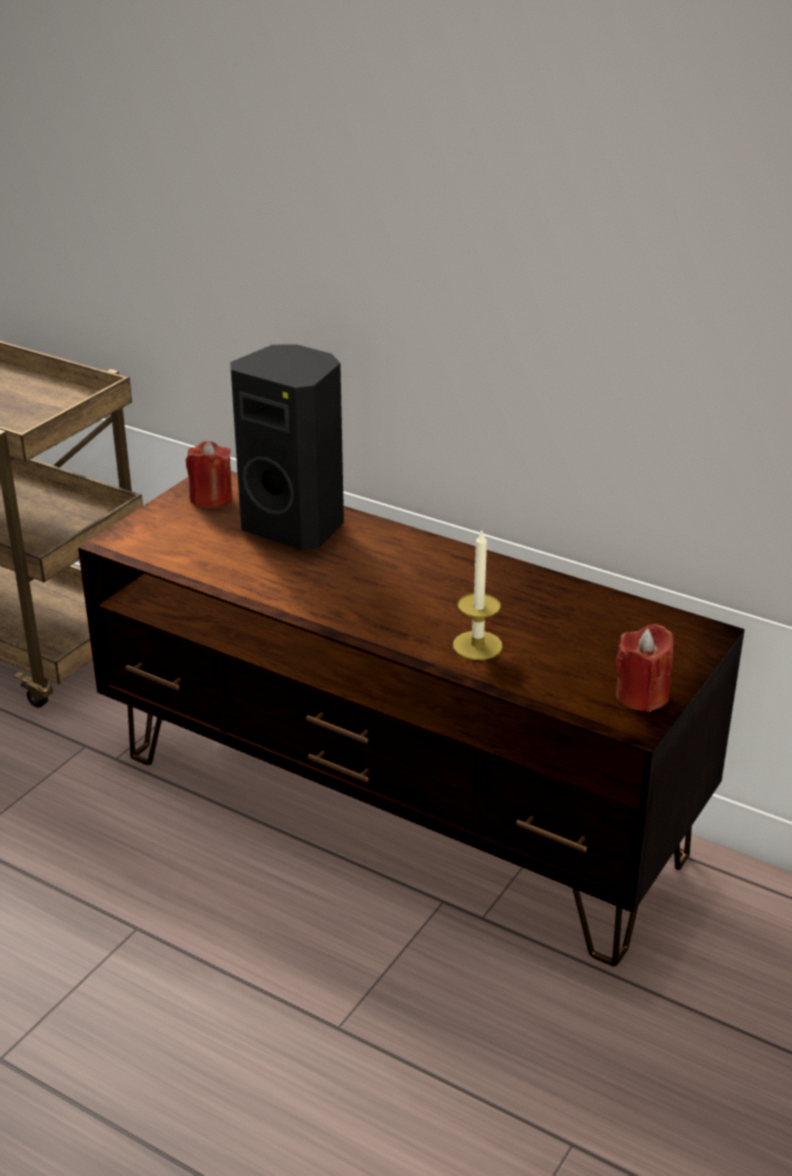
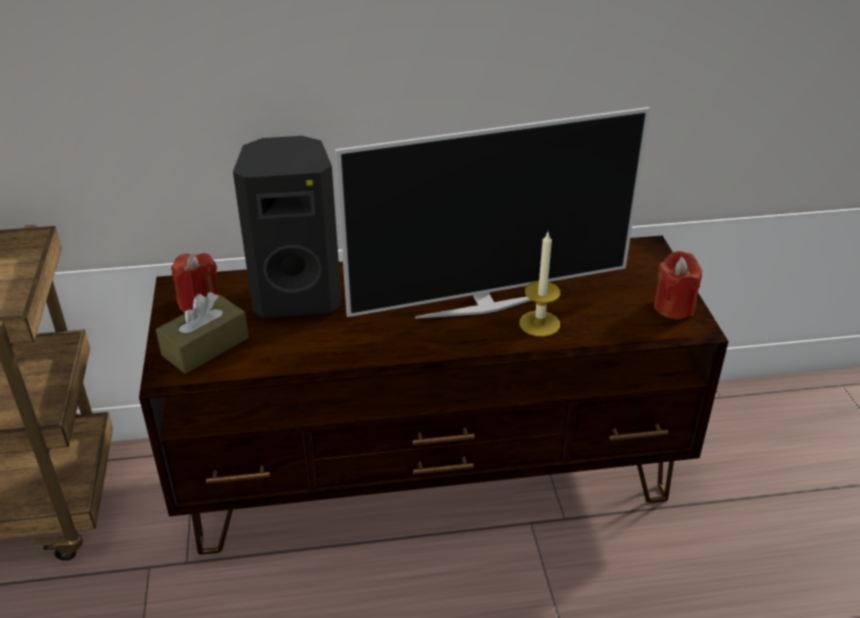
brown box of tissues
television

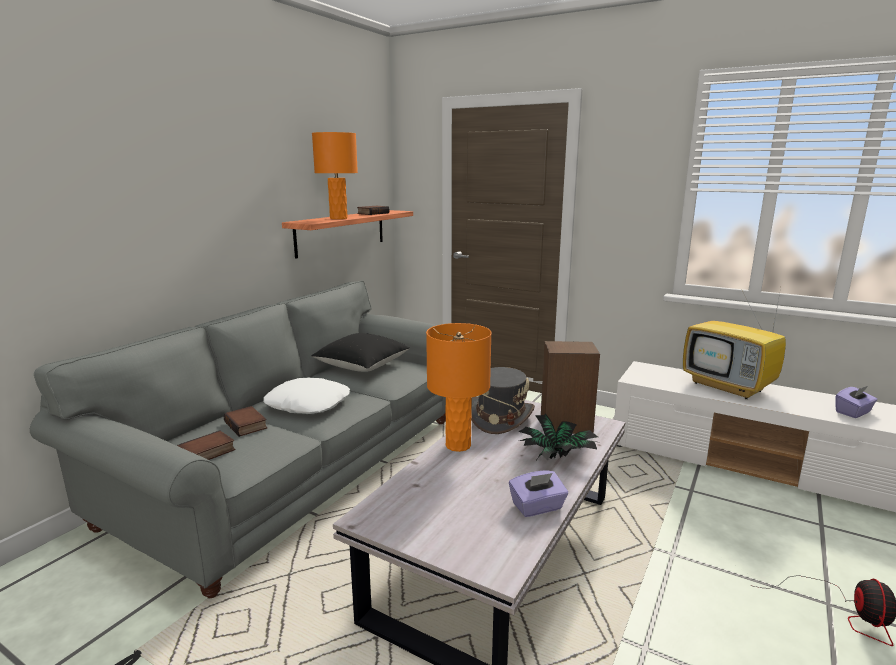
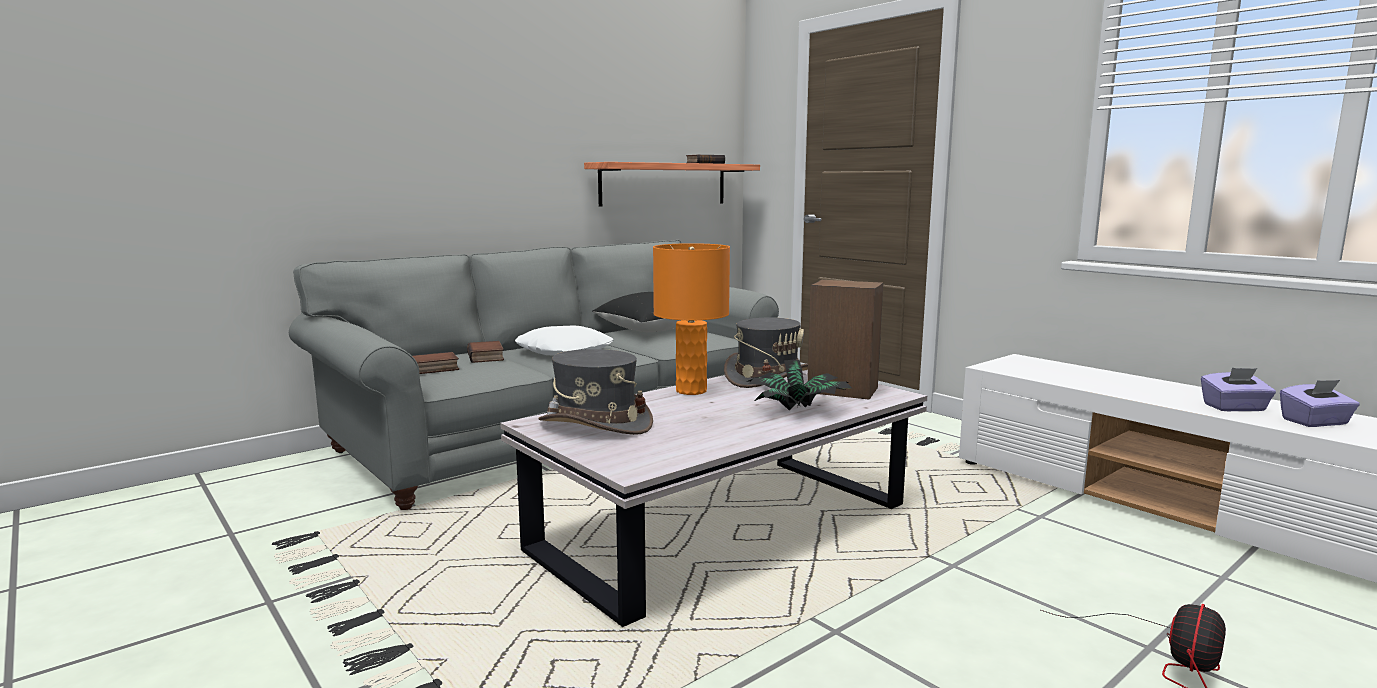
orange-coloured table lamp (1st from left in the first image)
television
greyish clothing hat (1st from left)
purplish box of tissues (1st from left)

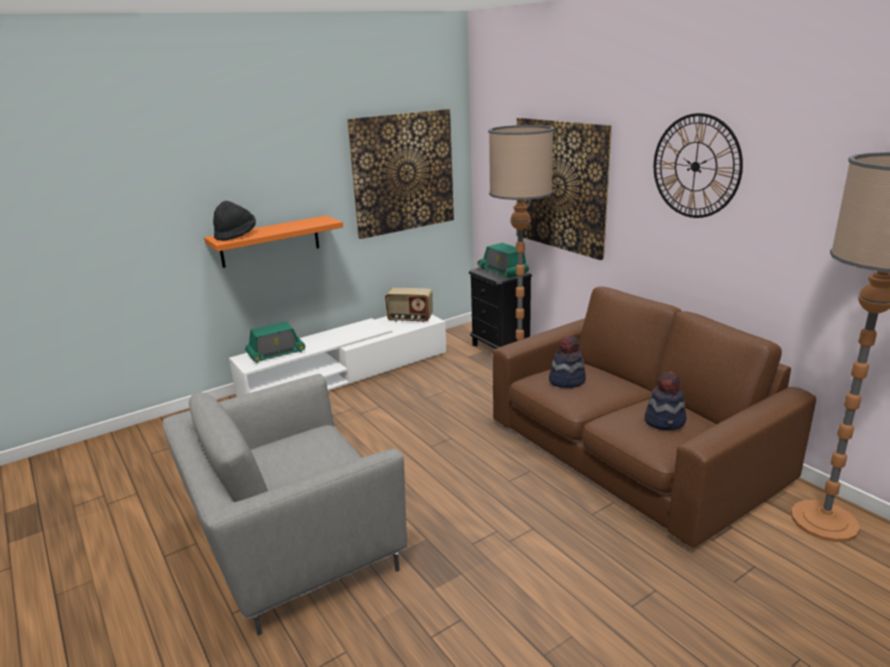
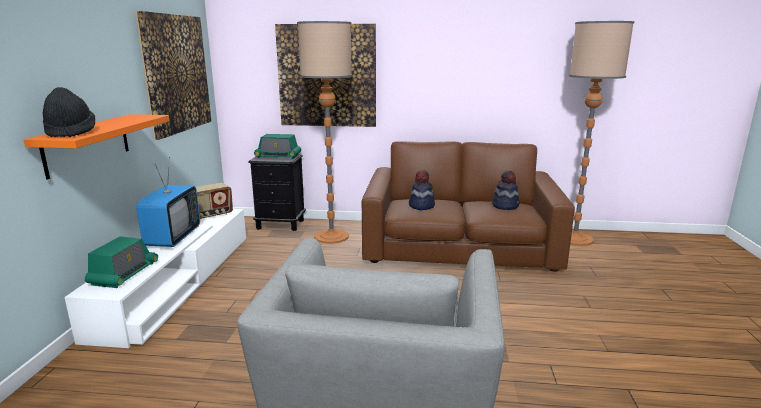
wall clock
television

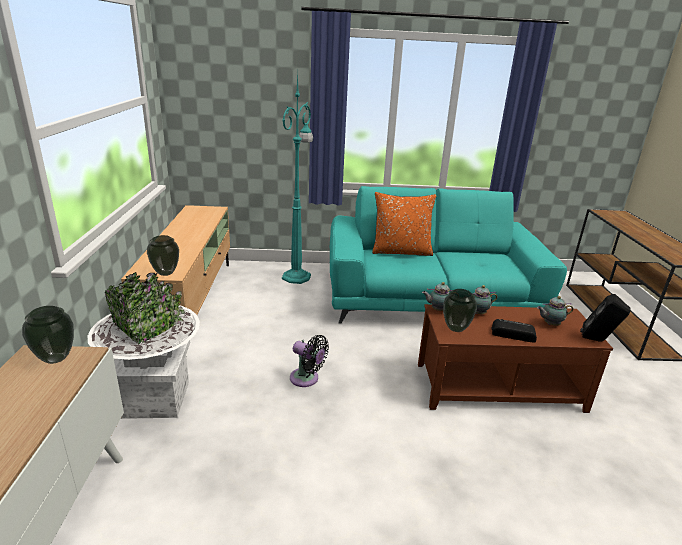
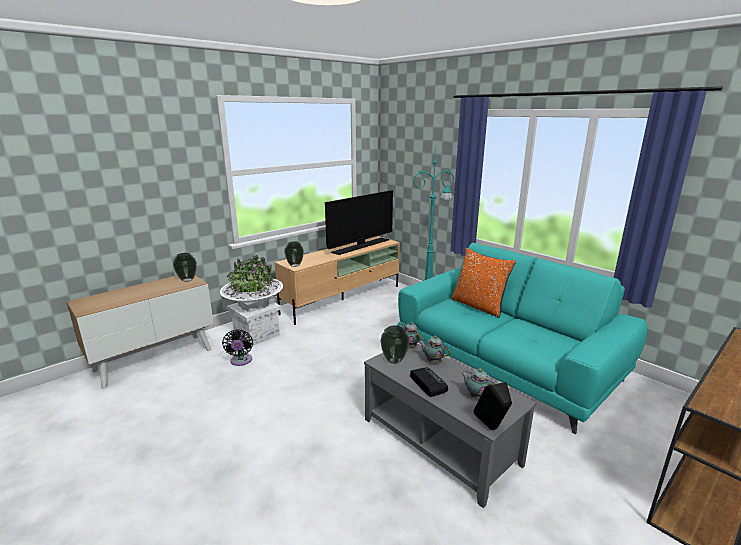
television
blackish fan
greyish low table

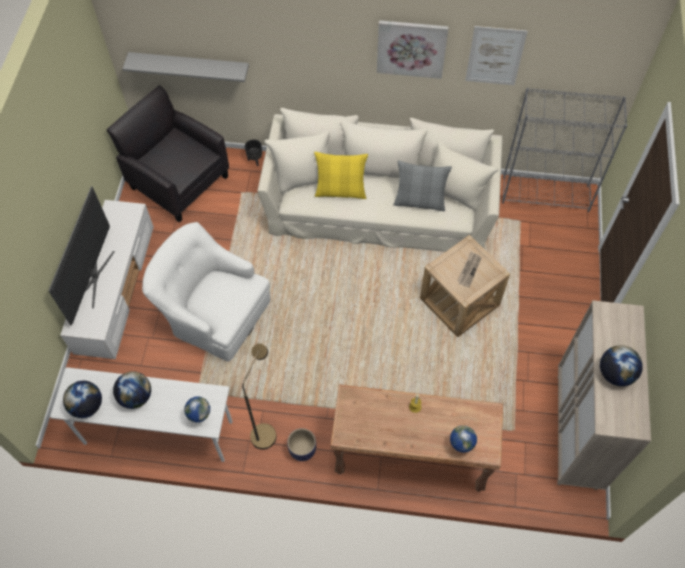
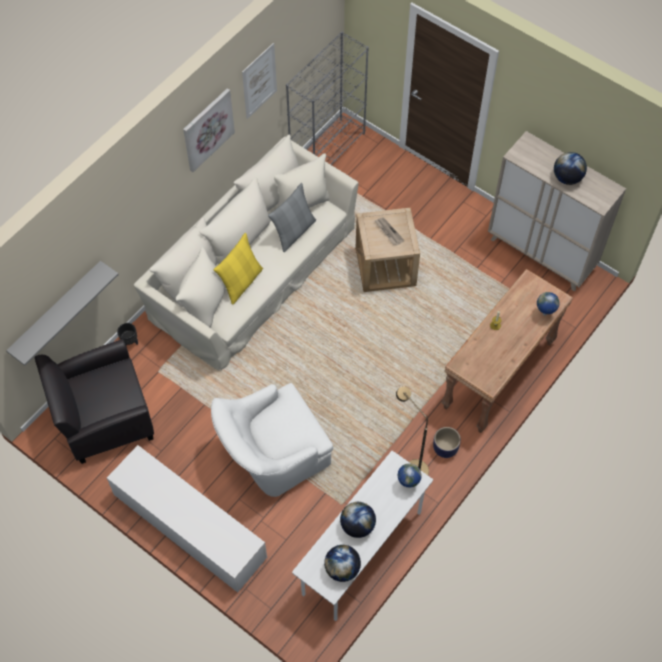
television

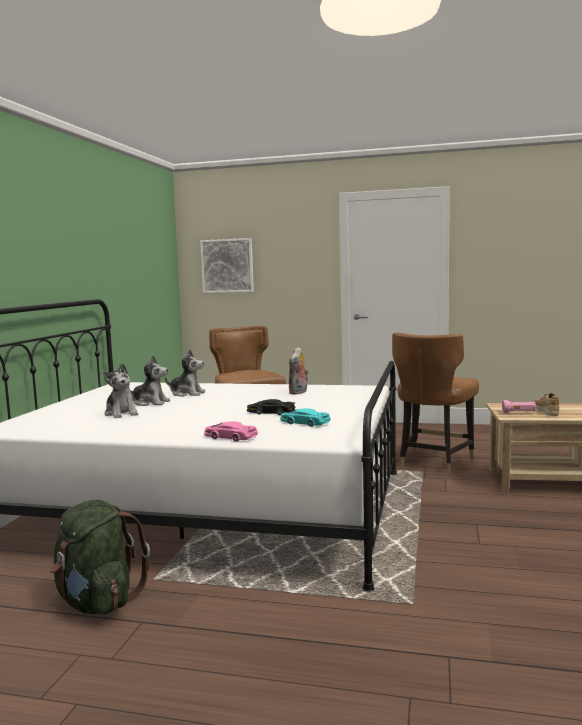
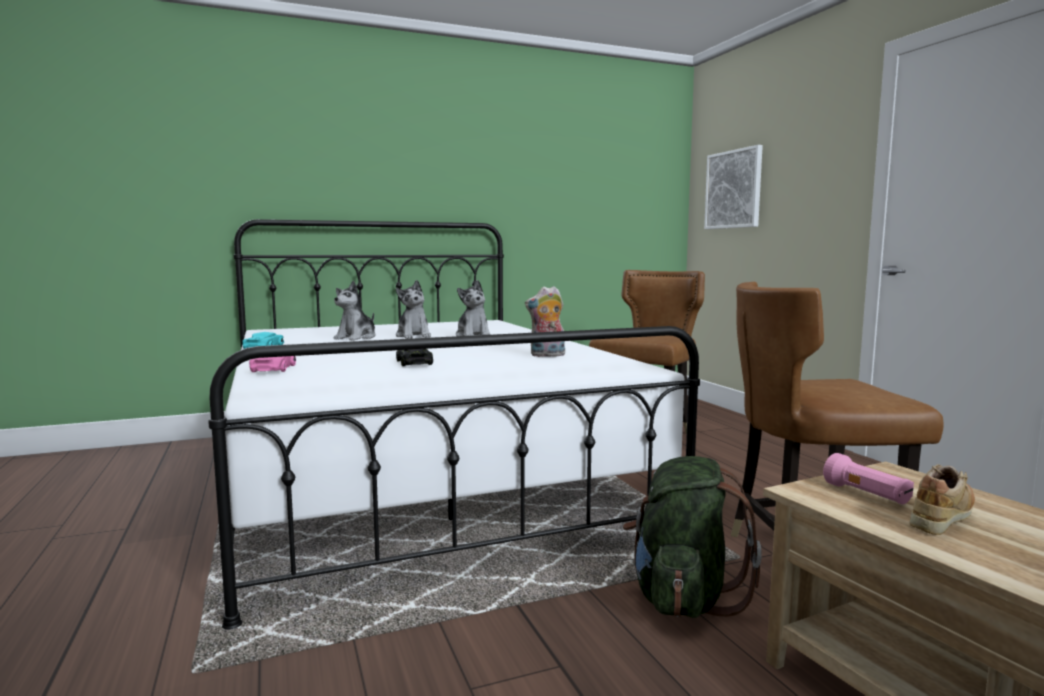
green-coloured rucksack
blue-green model car

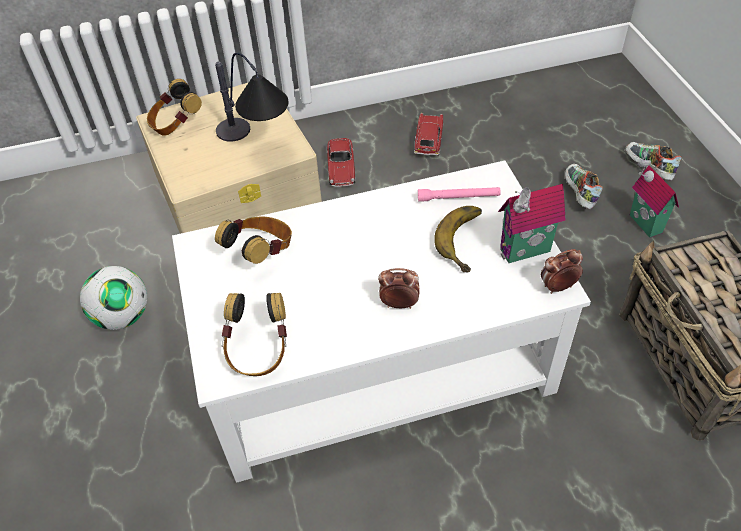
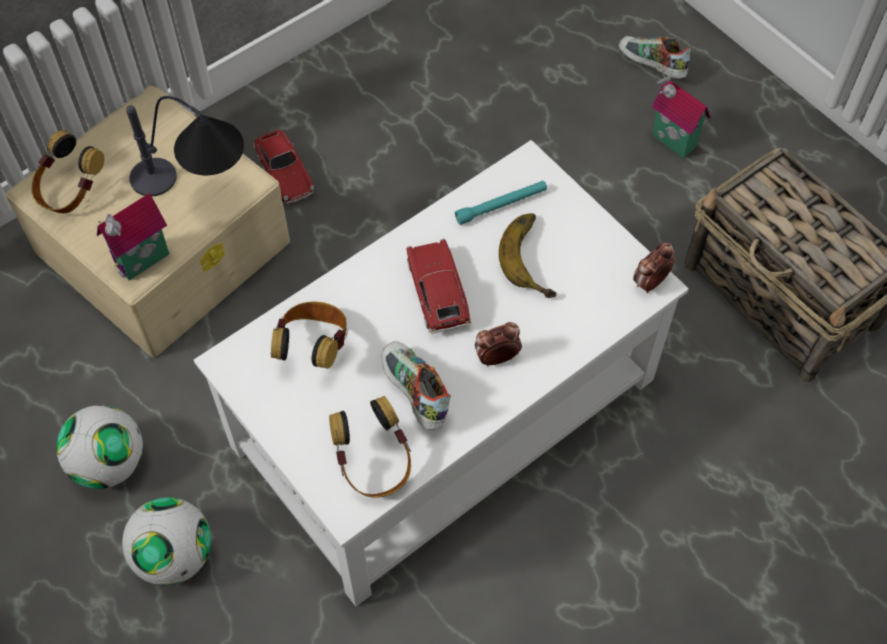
football (2nd from left)
model car (2nd from left)
toy house (1st from left)
low shoe (1st from left)
blue-green hand torch

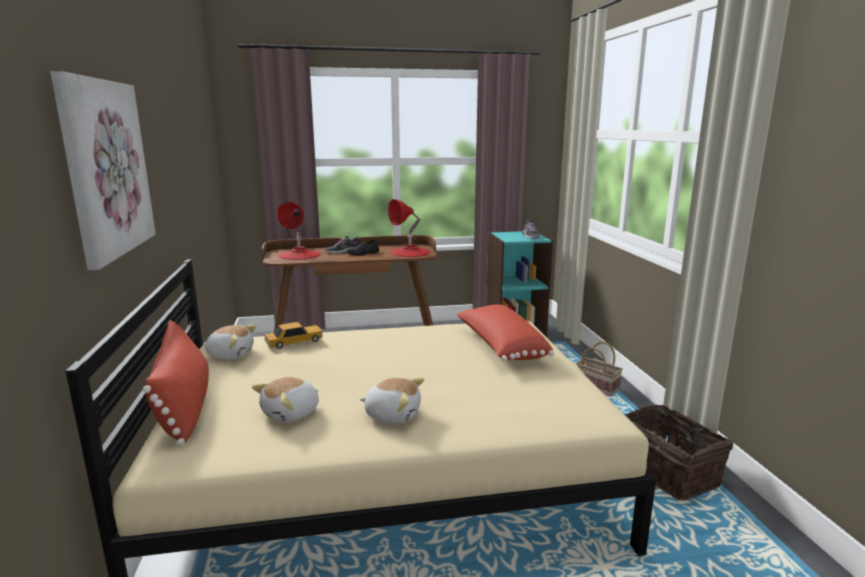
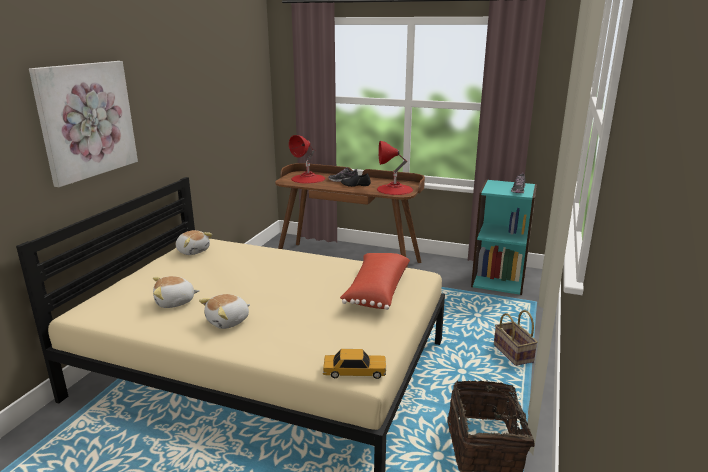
red-coloured pillow (1st from left in the first image)
model car
cuddly toy (3rd from left)

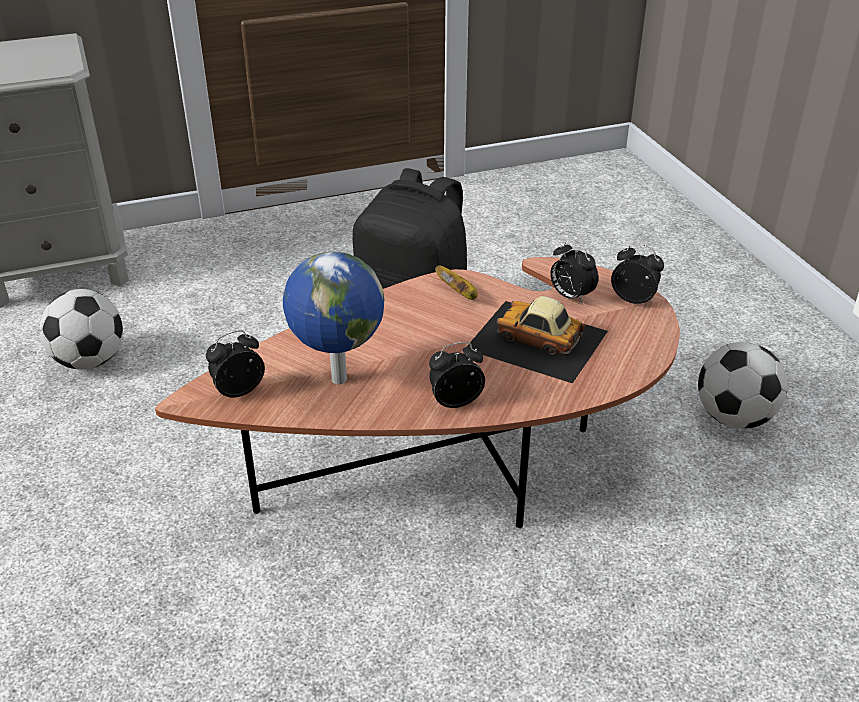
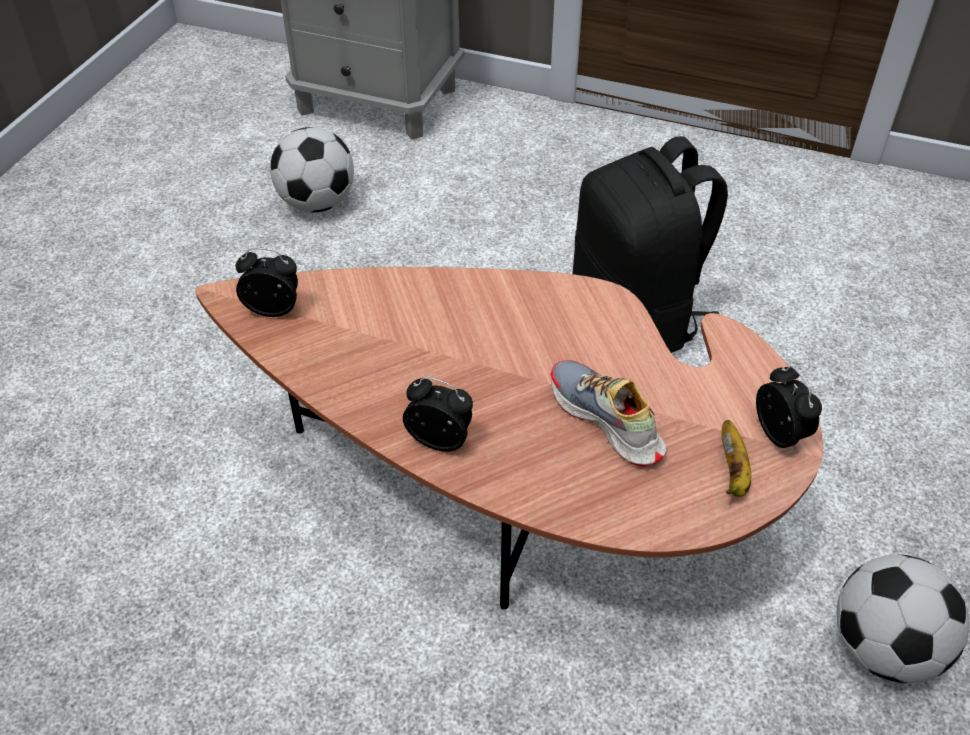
globe
alarm clock (3rd from left in the first image)
banana fruit
low shoe

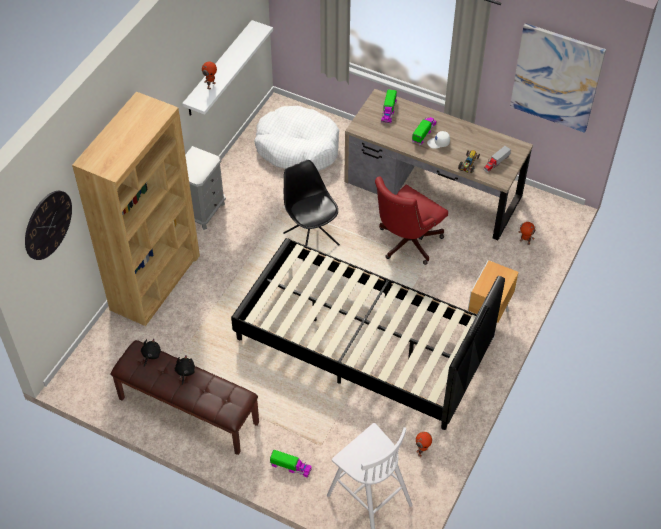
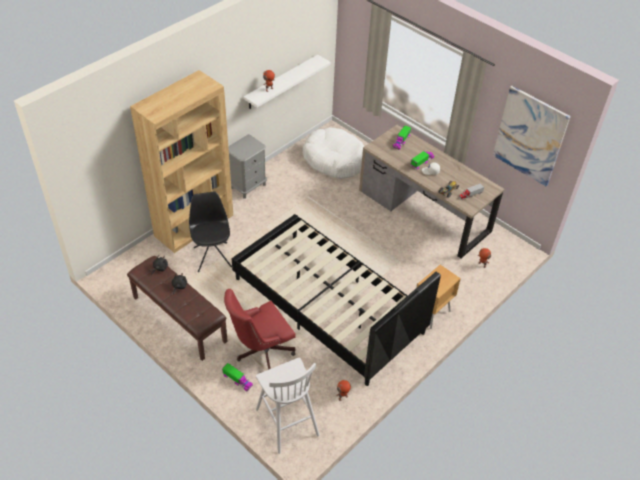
wall clock
blackish chair
red-coloured office chair

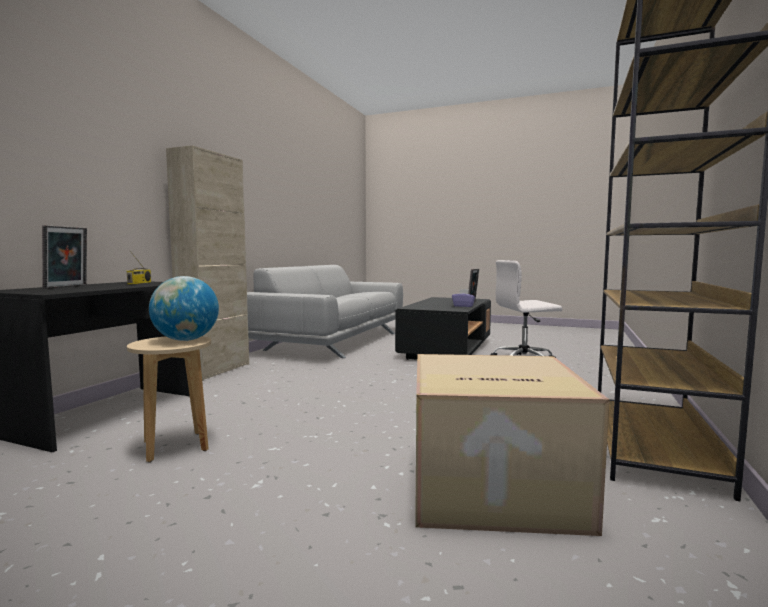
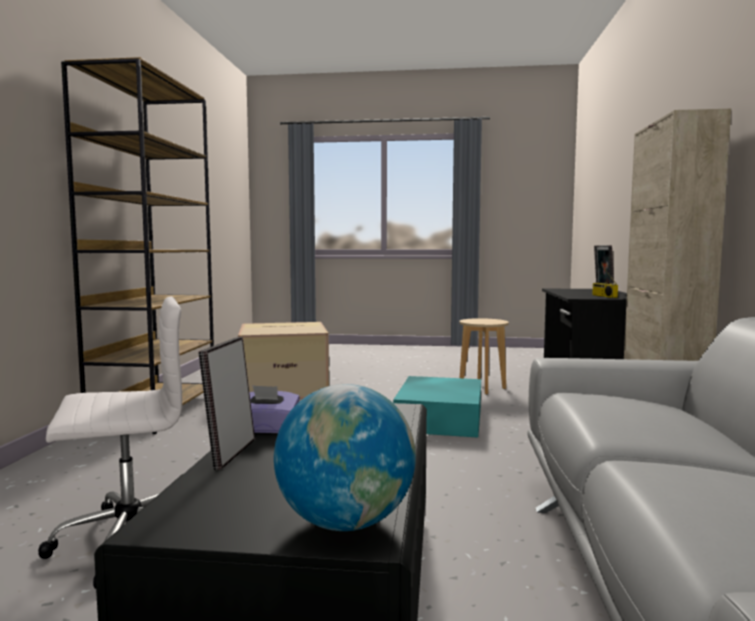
blue-green storage container
globe

